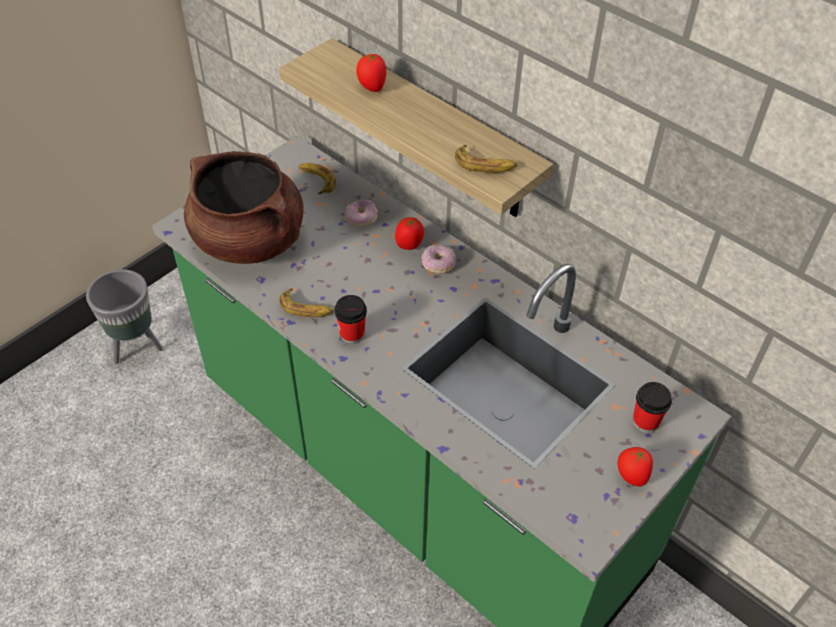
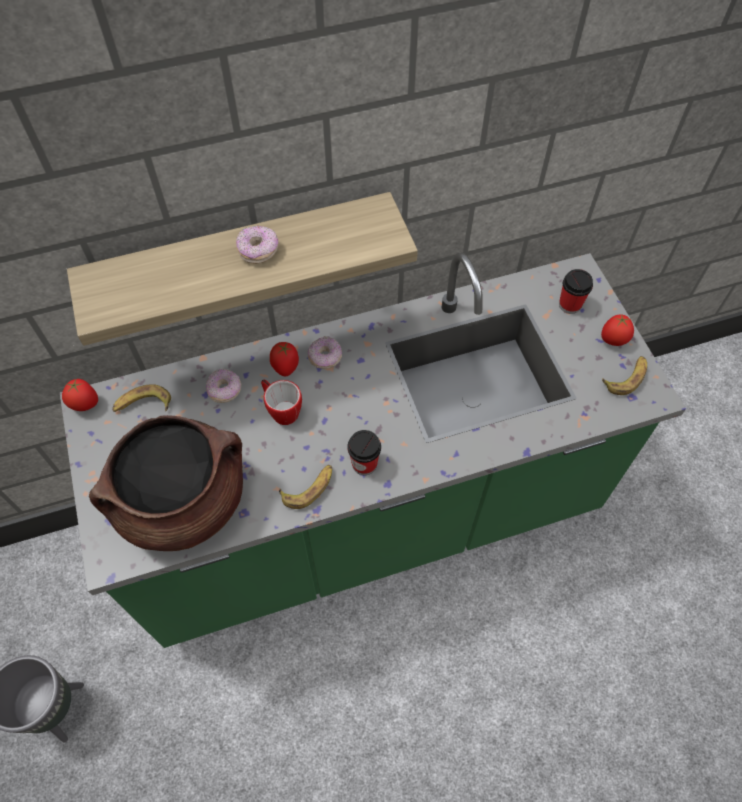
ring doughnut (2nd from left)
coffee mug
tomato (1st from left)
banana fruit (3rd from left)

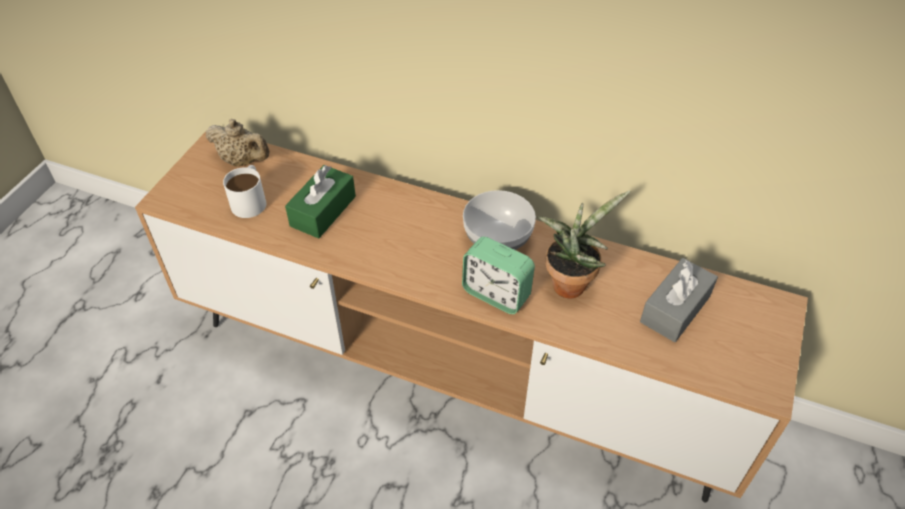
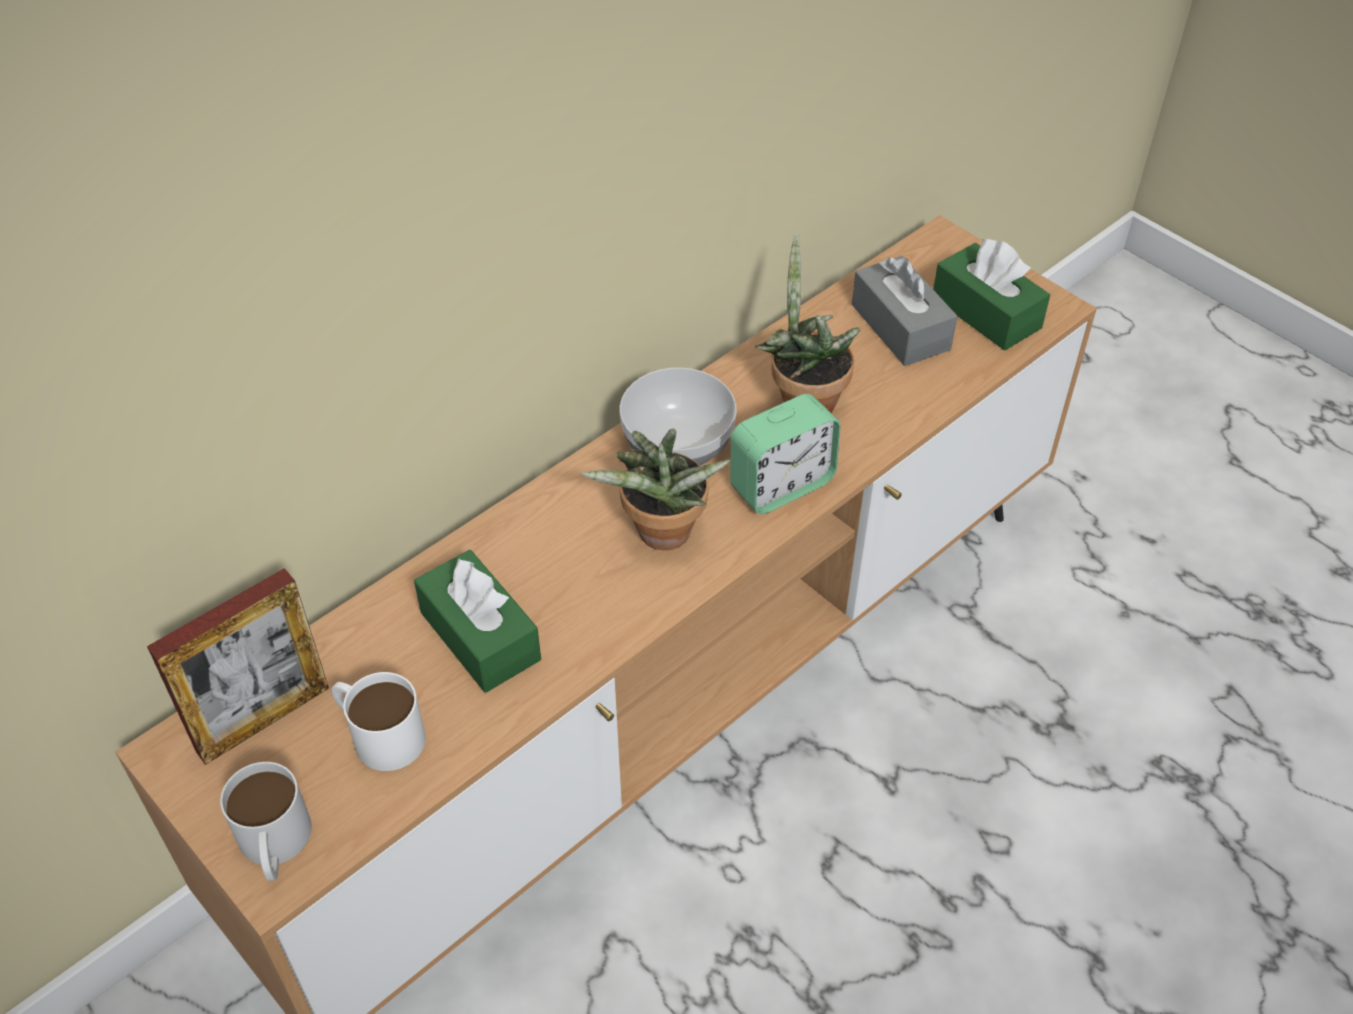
white-coloured coffee mug (1st from left)
houseplant (1st from left)
green-coloured box of tissues (2nd from left)
photo frame

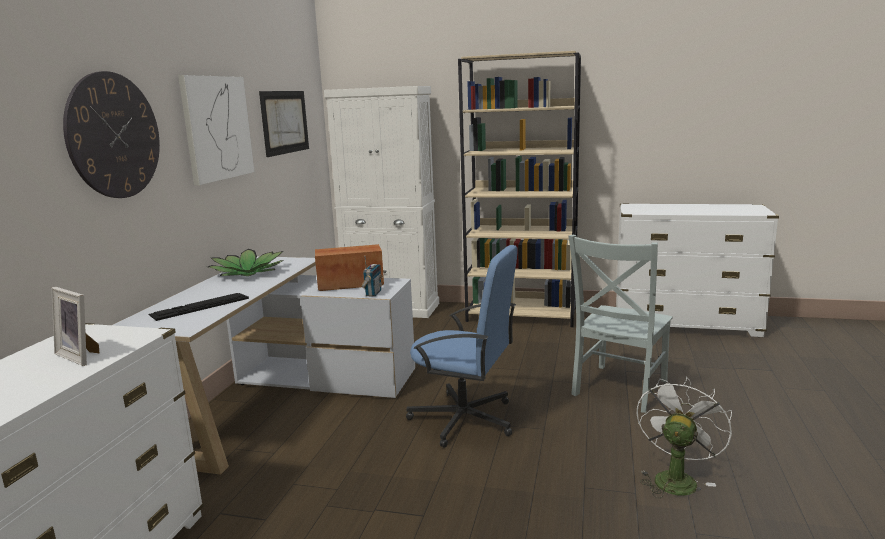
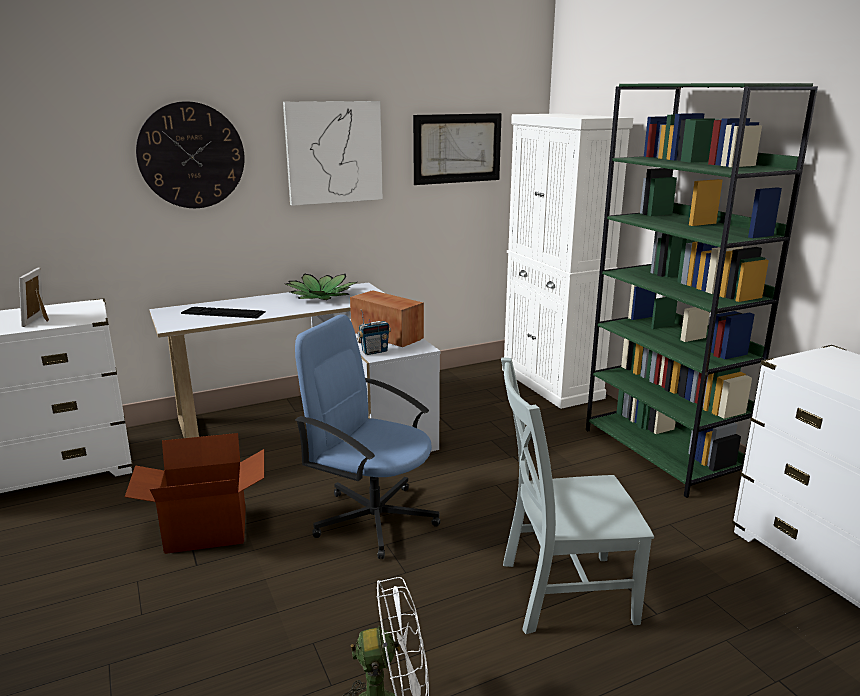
cardboard box
green-coloured bookcase
blue-coloured office chair

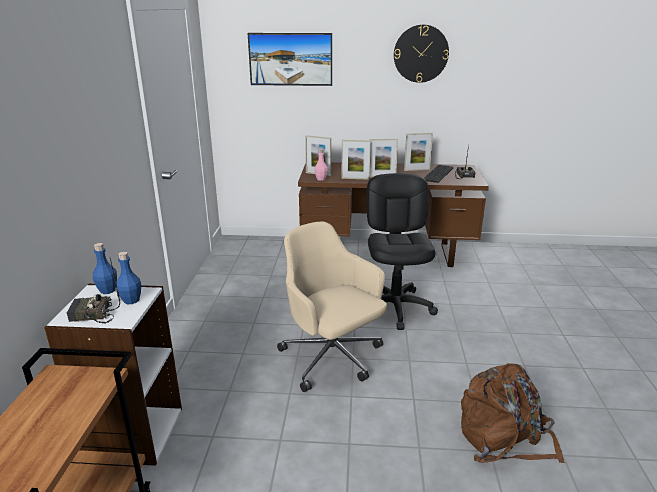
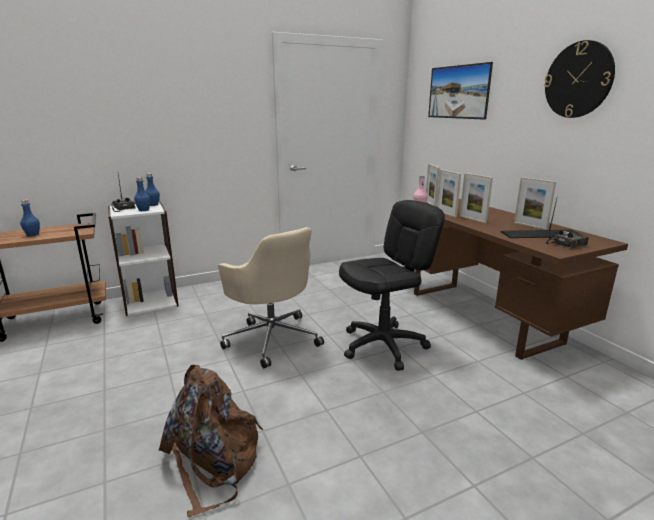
blue-coloured drink bottle (1st from left)
beige office chair

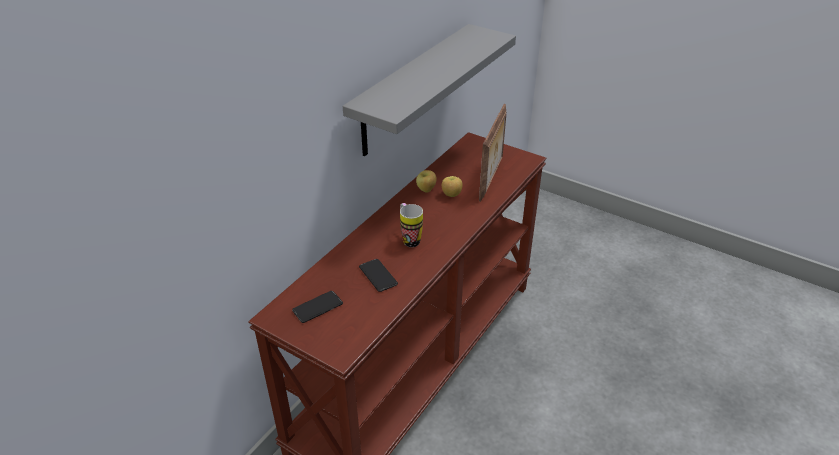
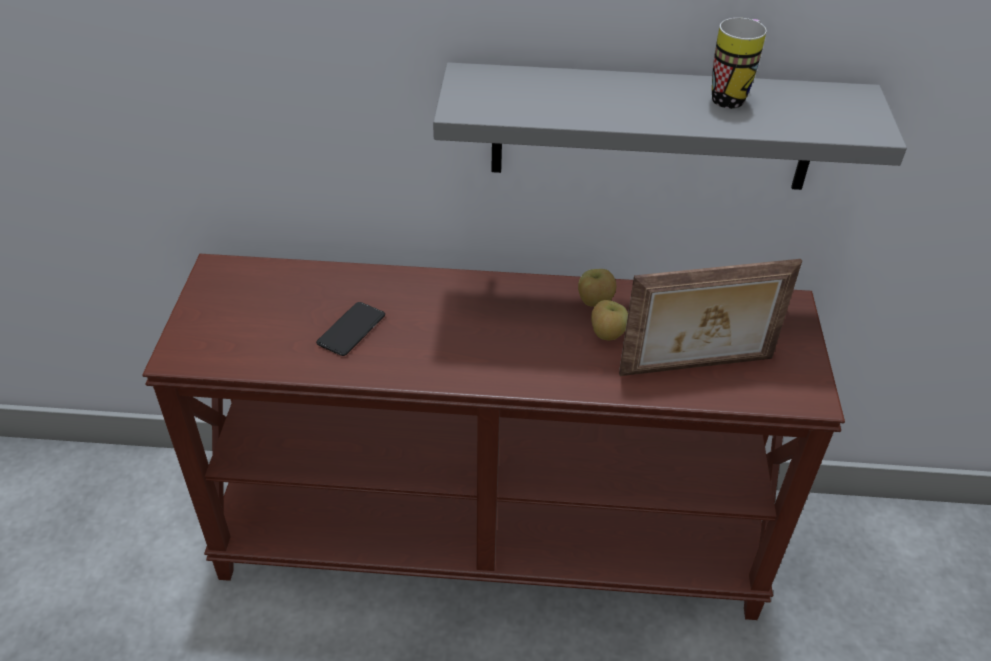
telephone (1st from left in the first image)
coffee mug

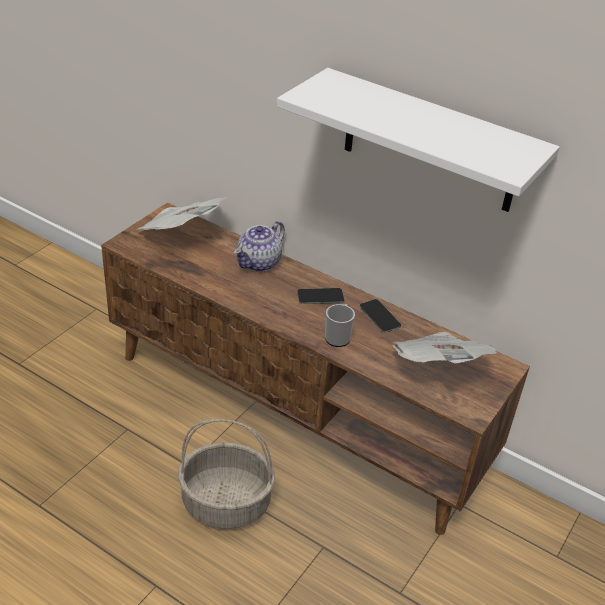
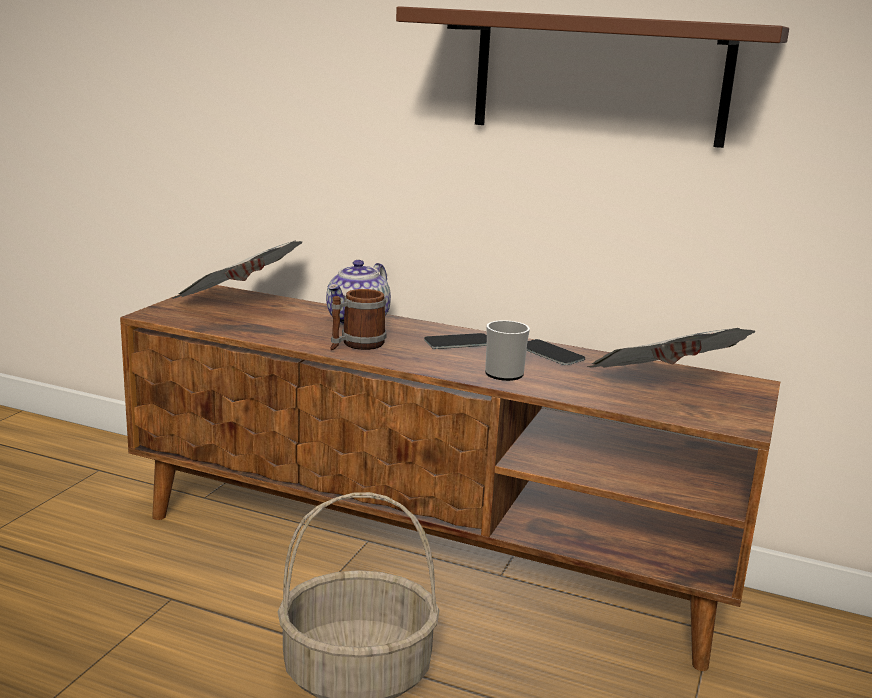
coffee mug (1st from left)
brown bracket shelf

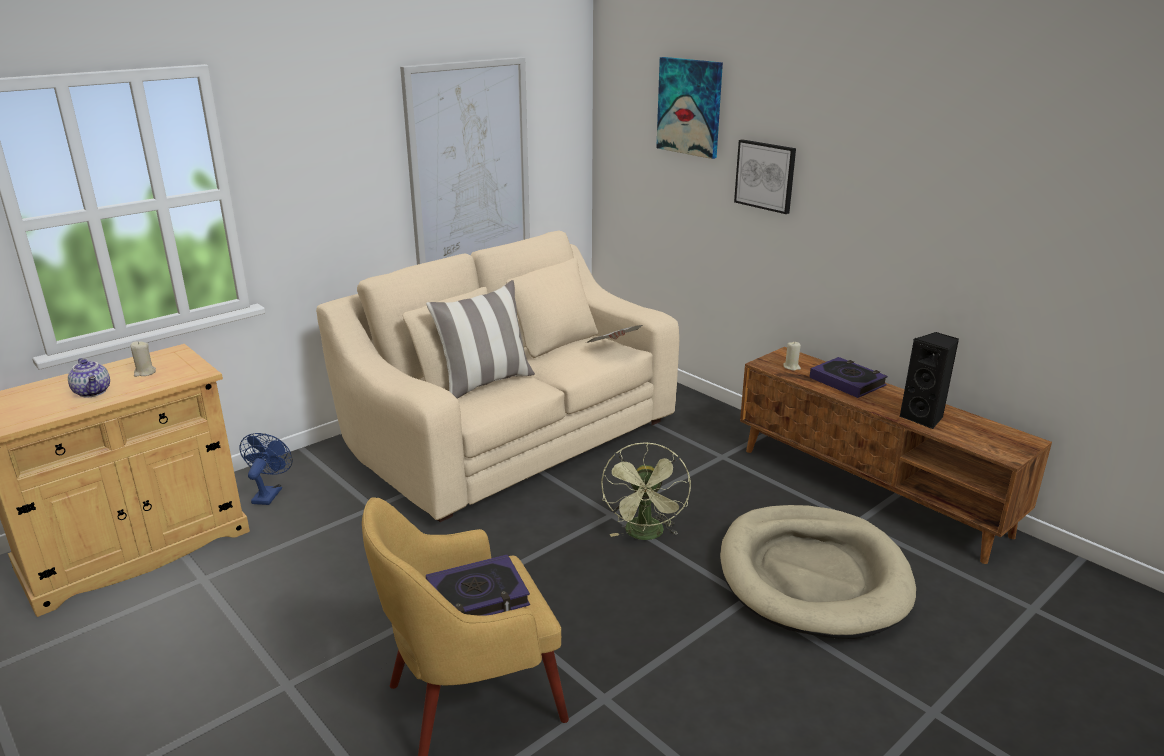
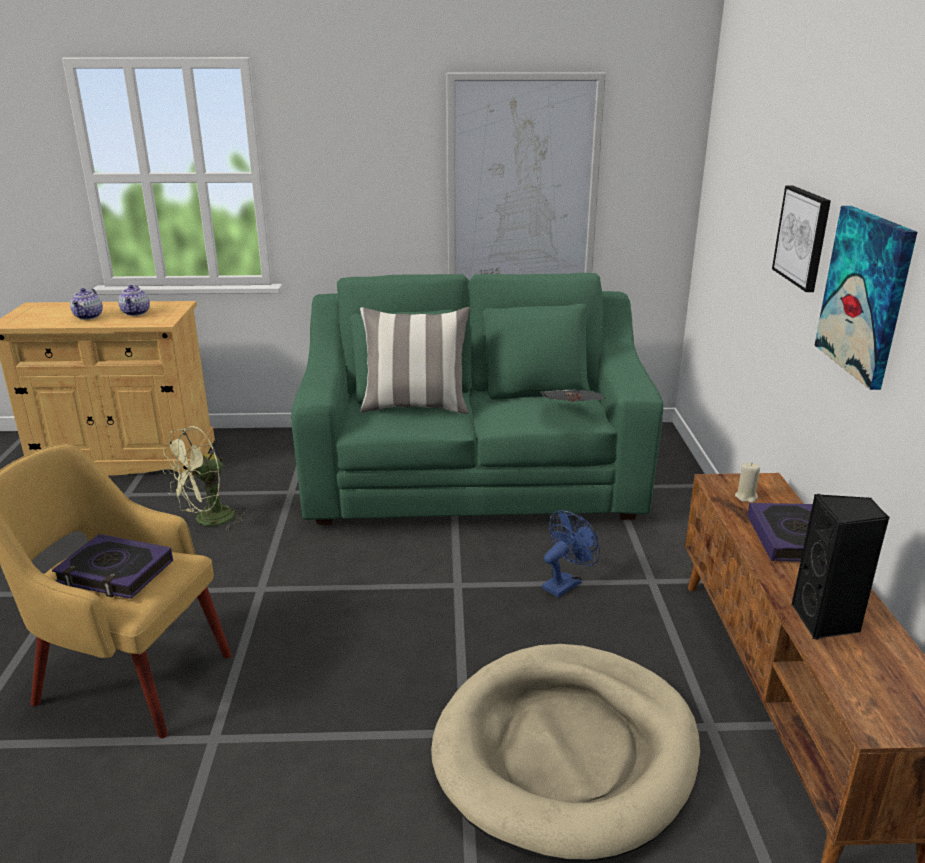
blue-coloured fan
green-coloured fan
picture (3rd from left)
tea pot (2nd from left)
green-coloured sofa

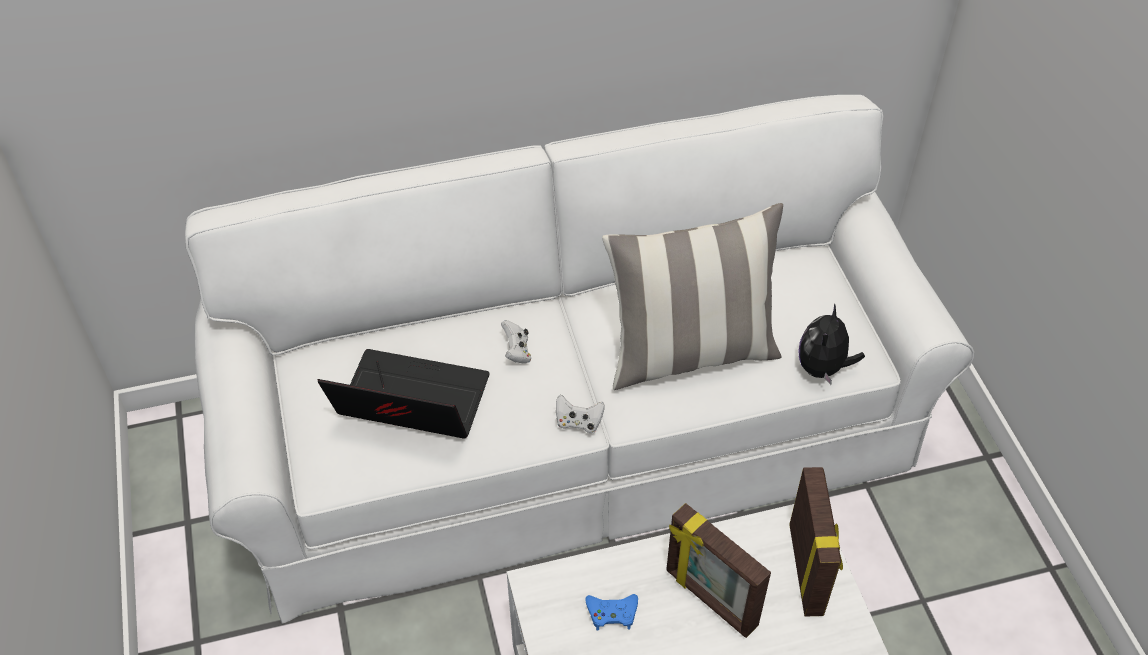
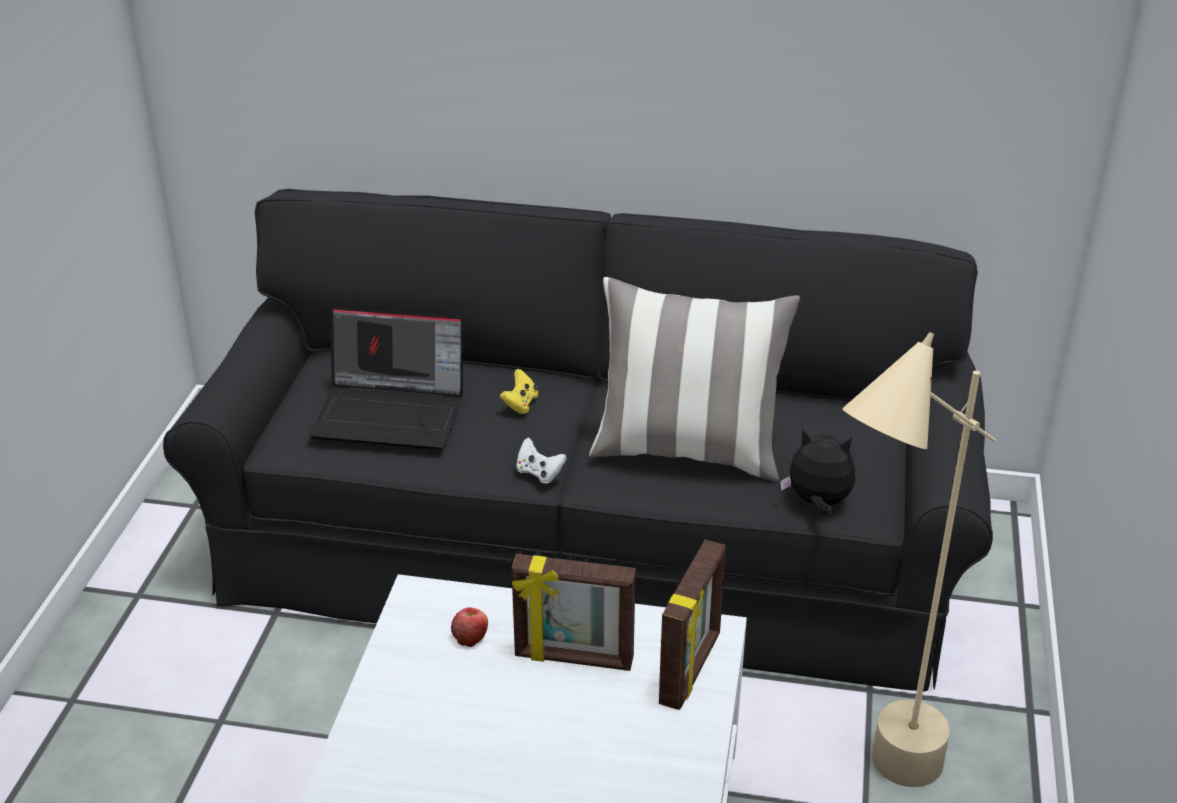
beige standard lamp
apple fruit
blackish sofa
yellowish game controller
notebook computer
photo frame (1st from left)
cuddly toy

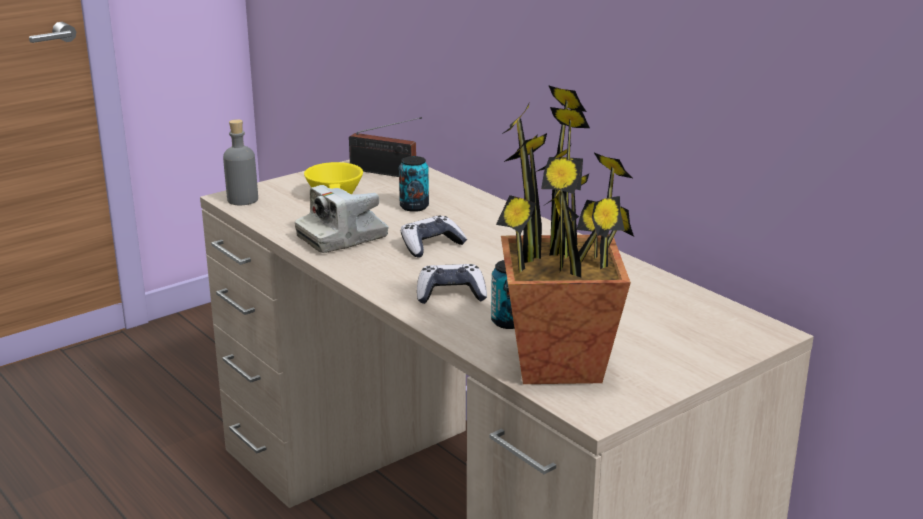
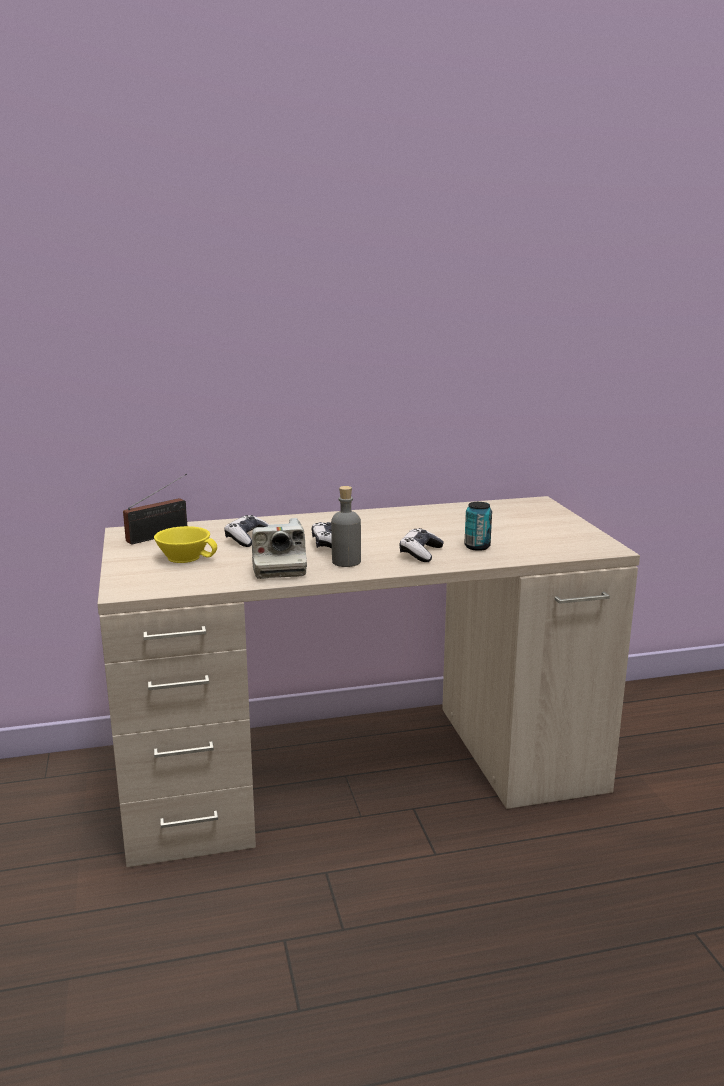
houseplant
greyish drink bottle
game controller (1st from left)

